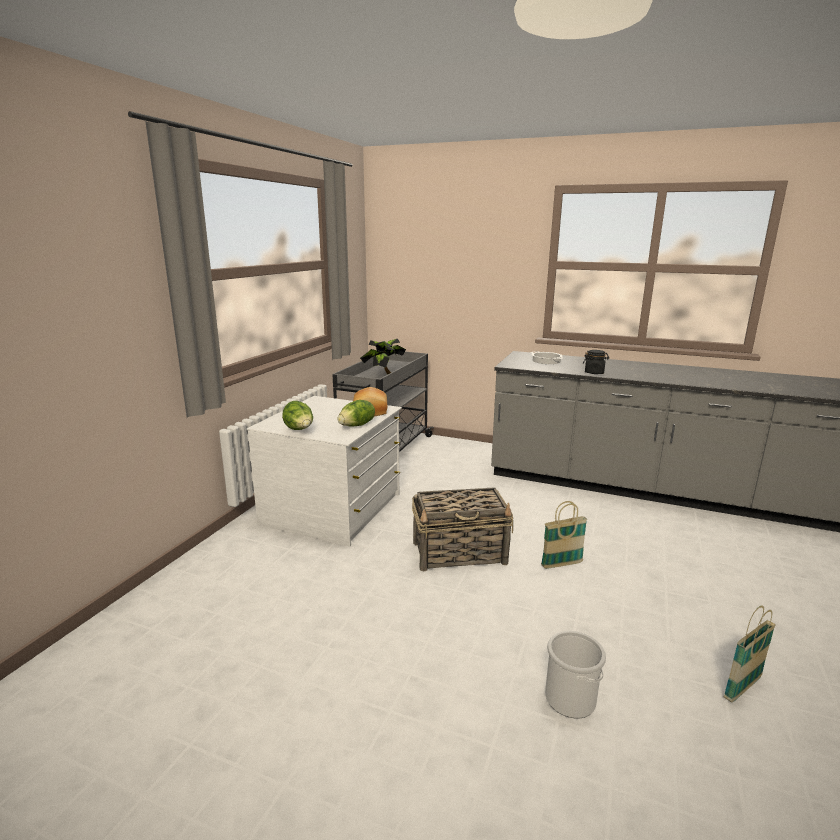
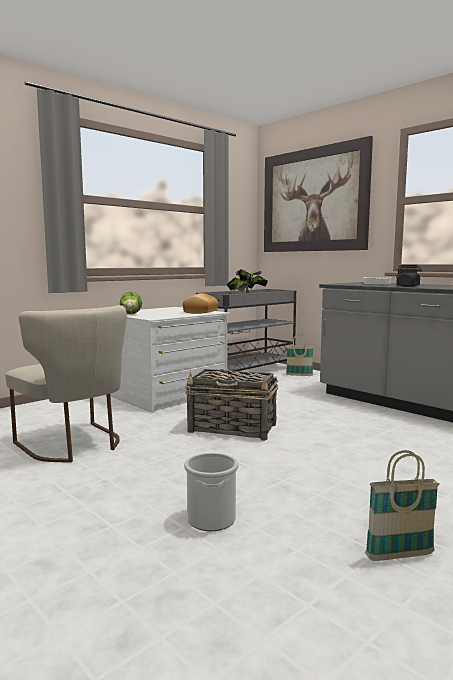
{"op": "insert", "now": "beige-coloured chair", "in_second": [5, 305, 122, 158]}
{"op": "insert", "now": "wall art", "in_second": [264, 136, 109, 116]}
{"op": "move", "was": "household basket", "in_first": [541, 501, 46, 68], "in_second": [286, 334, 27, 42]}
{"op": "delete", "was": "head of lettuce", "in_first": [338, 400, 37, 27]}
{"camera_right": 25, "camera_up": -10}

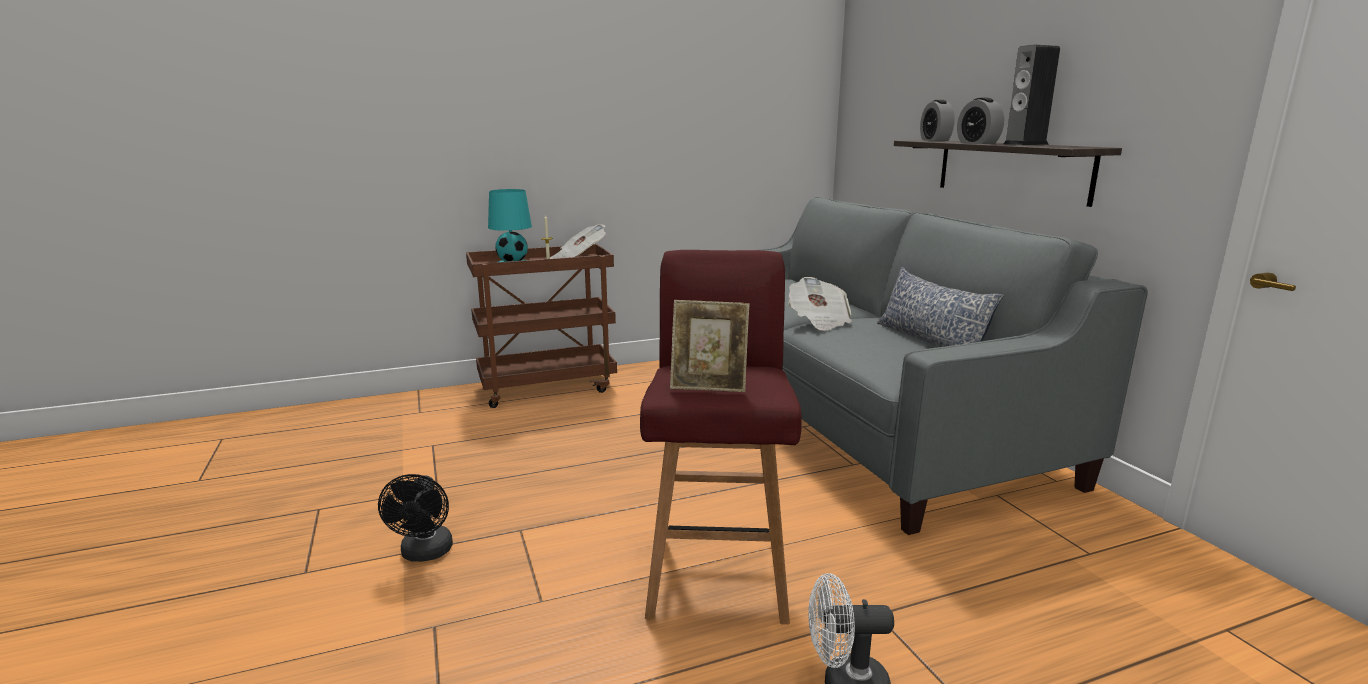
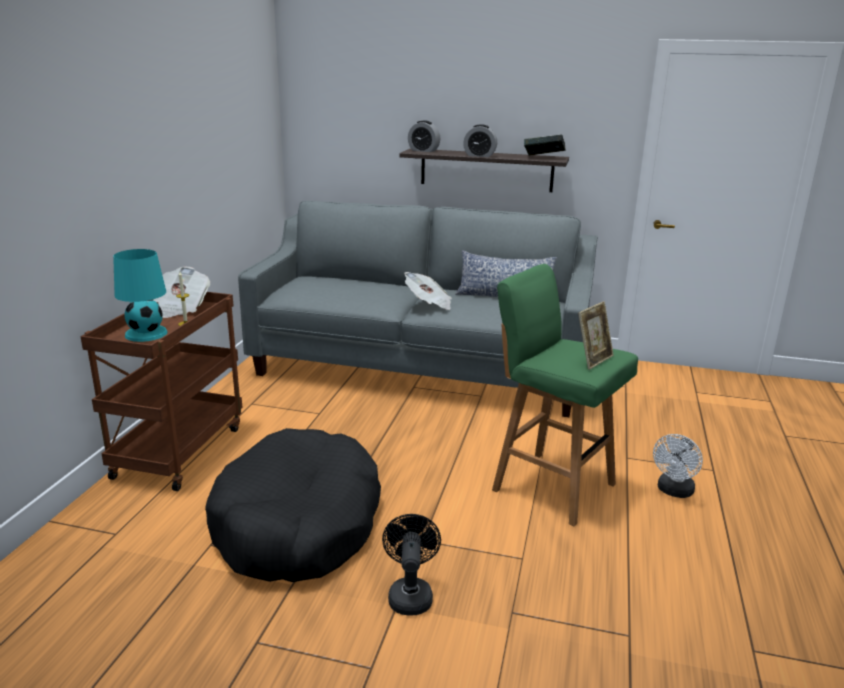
{"op": "insert", "now": "black-coloured dog cushion", "in_second": [205, 428, 176, 154]}
{"op": "rotate", "was": "black-coloured fan", "in_first": [378, 474, 75, 88], "in_second": [382, 514, 59, 102], "clockwise": -120}
{"op": "recolor", "was": "red-coloured sitting stool", "now": "green-coloured sitting stool", "in_first": [640, 250, 162, 374], "in_second": [492, 264, 146, 262]}
{"op": "insert", "now": "volume", "in_second": [524, 134, 42, 22]}
{"op": "delete", "was": "audio speaker", "in_first": [1003, 44, 57, 101]}
{"camera_right": -55, "camera_up": 5}

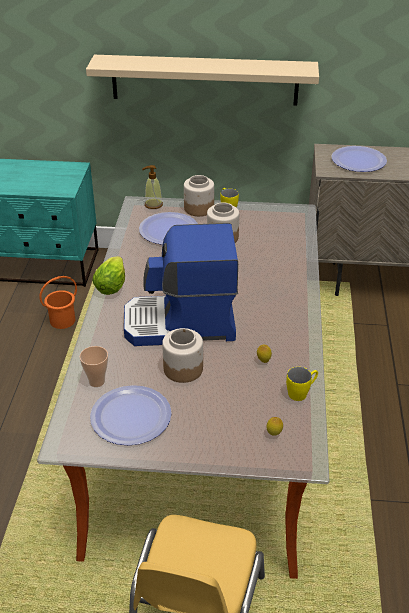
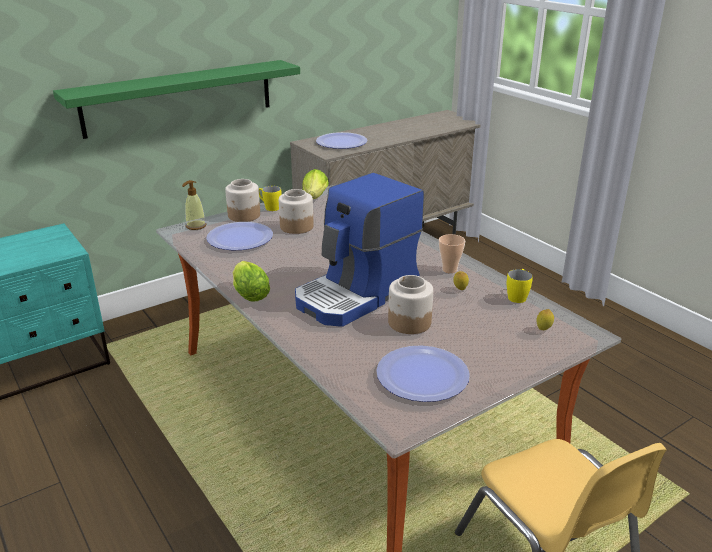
{"op": "recolor", "was": "beige-coloured wall shelf", "now": "green-coloured wall shelf", "in_first": [86, 55, 233, 51], "in_second": [53, 60, 247, 79]}
{"op": "insert", "now": "head of lettuce", "in_second": [302, 169, 27, 30]}
{"op": "move", "was": "cup", "in_first": [80, 346, 28, 41], "in_second": [439, 234, 26, 39]}
{"op": "delete", "was": "orangey pail", "in_first": [39, 276, 38, 53]}
{"camera_right": -40, "camera_up": -10}

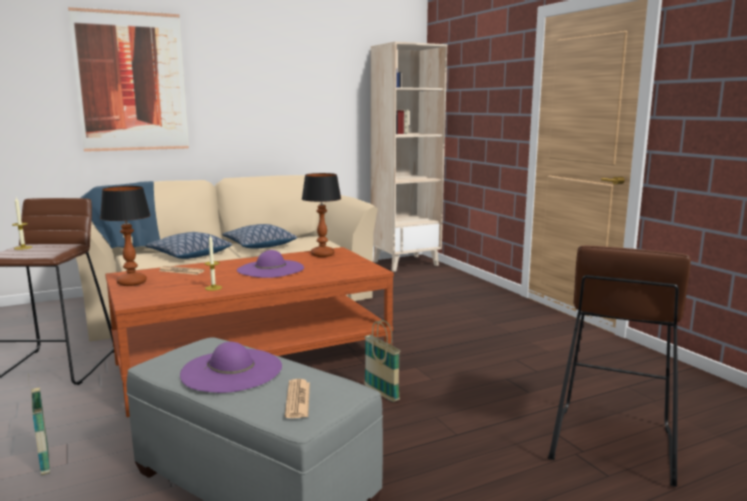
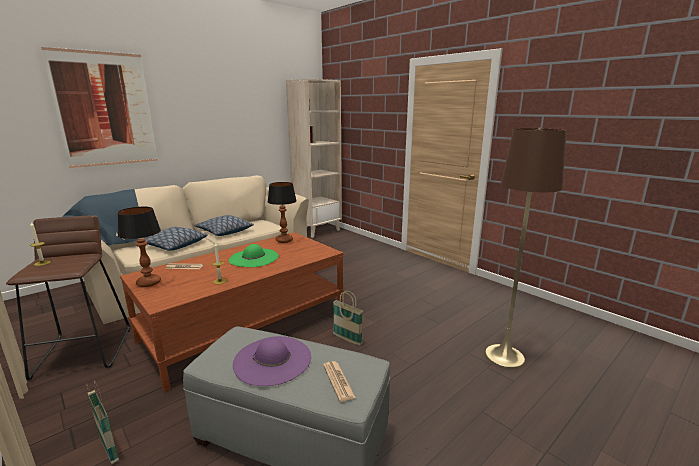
{"op": "recolor", "was": "purplish wearable hat", "now": "green-coloured wearable hat", "in_first": [237, 250, 67, 28], "in_second": [229, 244, 50, 23]}
{"op": "replace", "was": "brown sitting stool", "now": "brown floor lamp", "in_first": [548, 245, 143, 242], "in_second": [485, 127, 82, 242]}
{"camera_right": -15, "camera_up": 5}

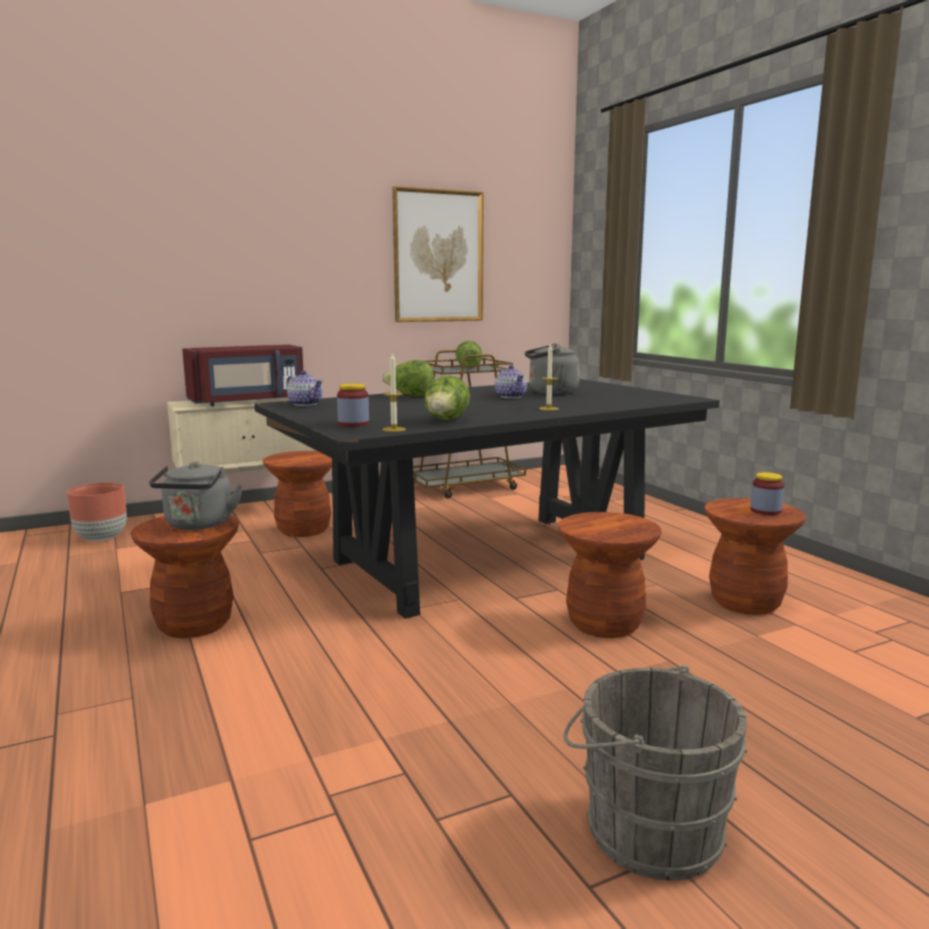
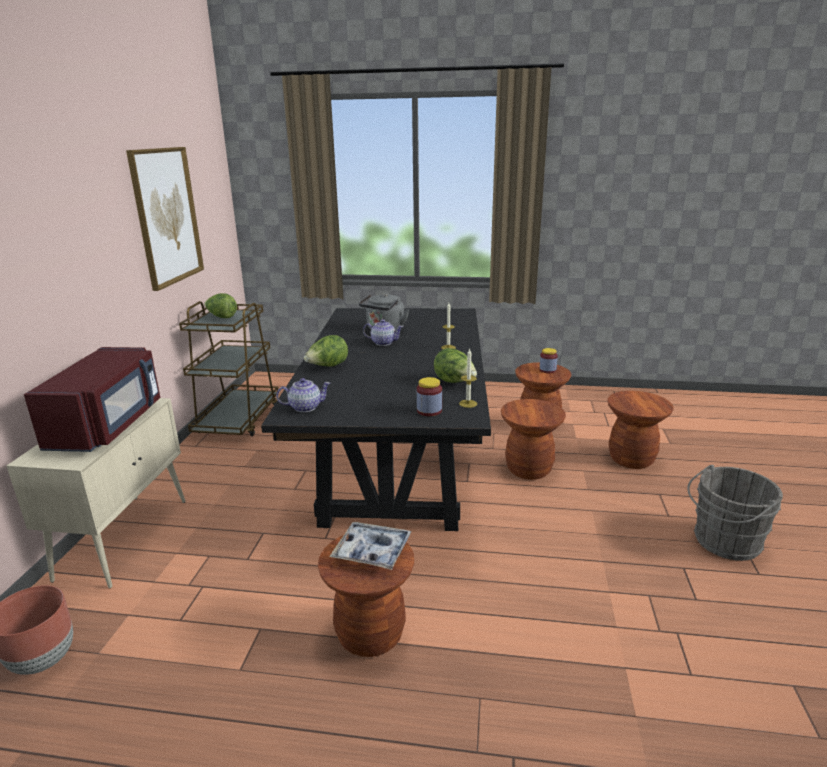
{"op": "replace", "was": "grey kettle", "now": "serving tray", "in_first": [149, 462, 94, 68], "in_second": [329, 522, 83, 48]}
{"op": "move", "was": "brown sitting stool", "in_first": [263, 451, 69, 86], "in_second": [608, 391, 66, 78]}
{"camera_right": -55, "camera_up": 10}

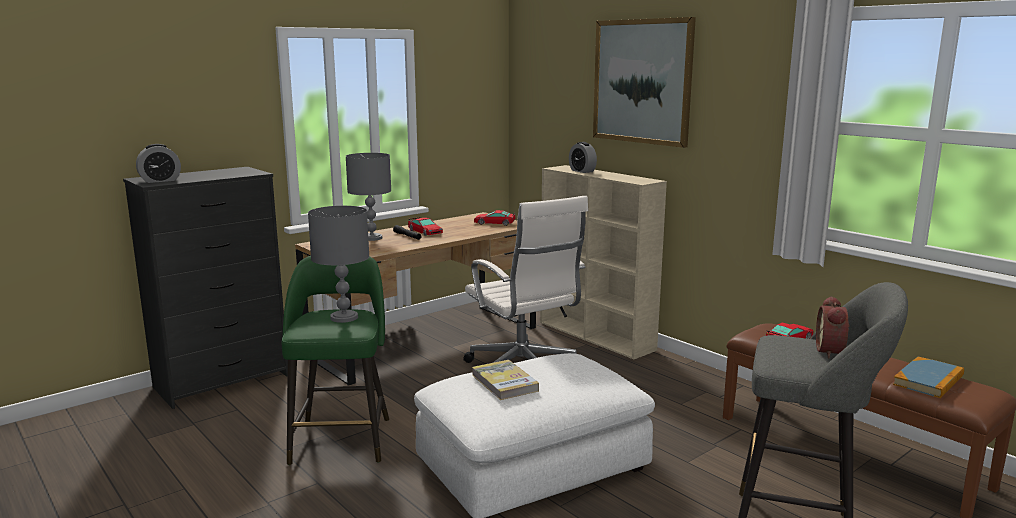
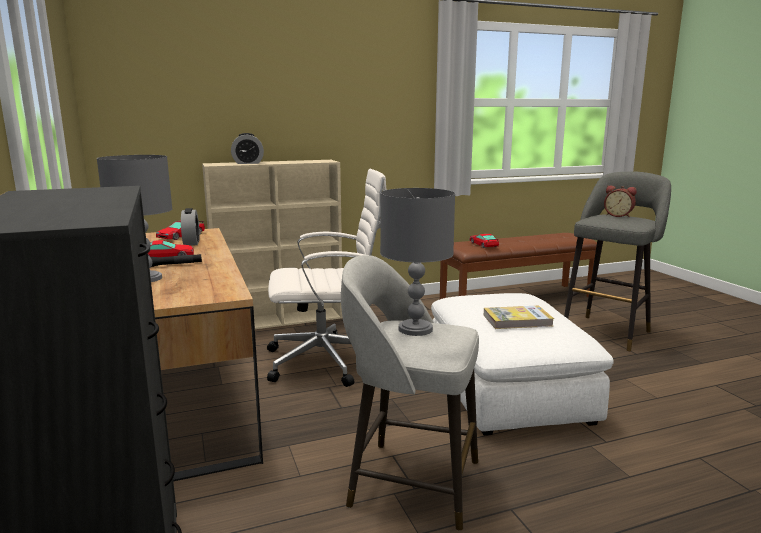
{"op": "move", "was": "bedside clock", "in_first": [136, 144, 45, 39], "in_second": [181, 208, 19, 38]}
{"op": "recolor", "was": "green-coloured sitting stool", "now": "grey sitting stool", "in_first": [282, 256, 107, 209], "in_second": [341, 255, 138, 276]}
{"op": "delete", "was": "wall art", "in_first": [593, 17, 103, 131]}
{"op": "delete", "was": "volume", "in_first": [893, 357, 71, 41]}
{"camera_right": -70, "camera_up": 0}

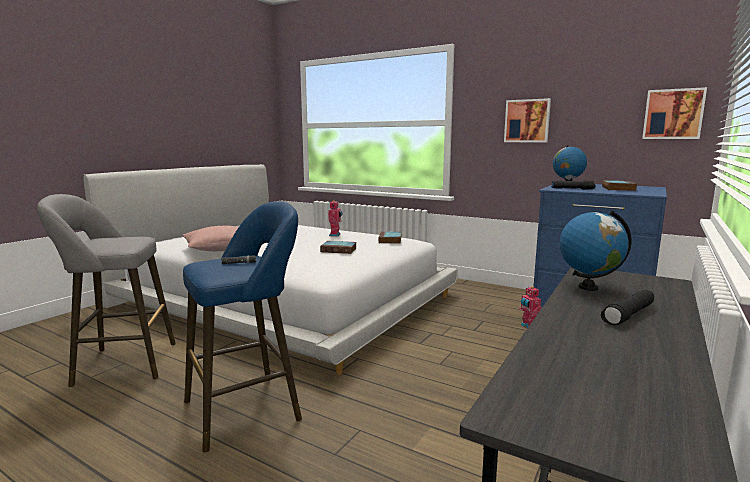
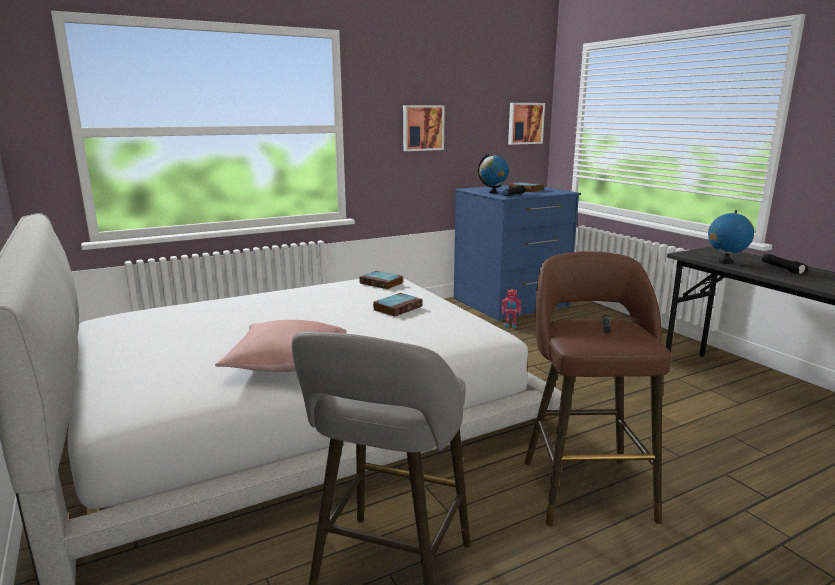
{"op": "recolor", "was": "blue-coloured sitting stool", "now": "brown sitting stool", "in_first": [183, 201, 119, 251], "in_second": [524, 251, 147, 275]}
{"op": "delete", "was": "toy robot", "in_first": [328, 200, 15, 37]}
{"camera_right": -60, "camera_up": 5}

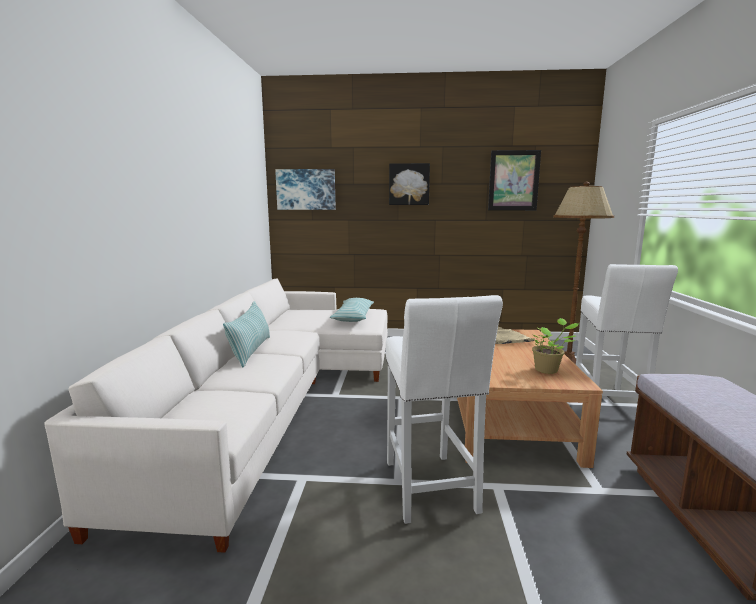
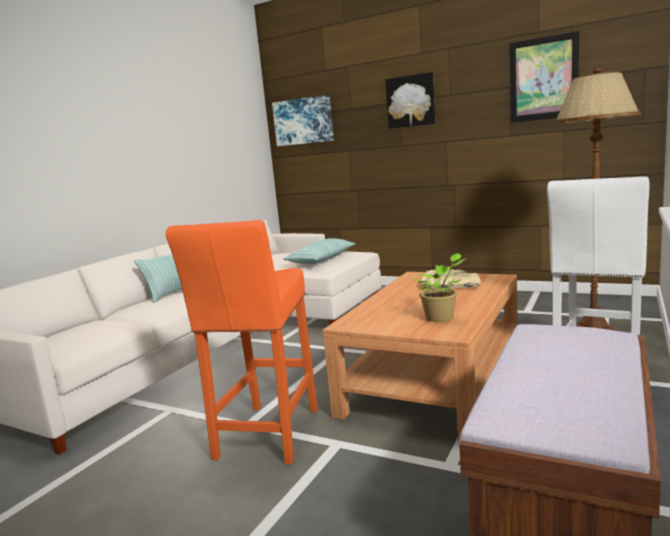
{"op": "recolor", "was": "whitish sitting stool", "now": "orangey sitting stool", "in_first": [386, 295, 117, 229], "in_second": [166, 220, 152, 245]}
{"camera_right": 25, "camera_up": 0}

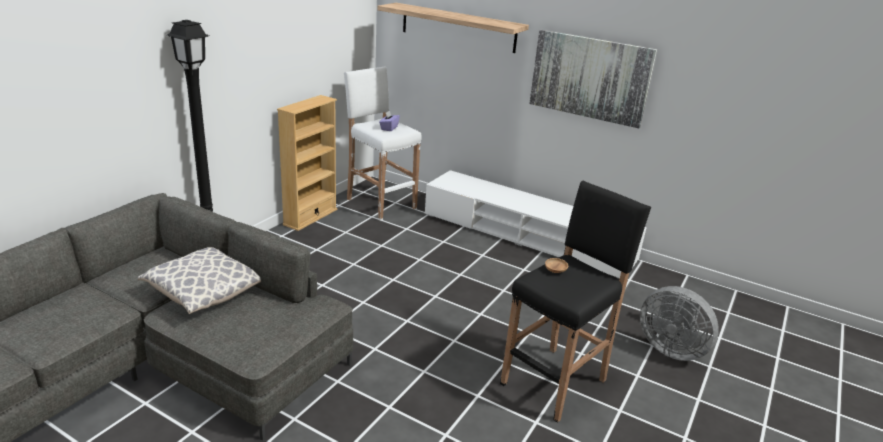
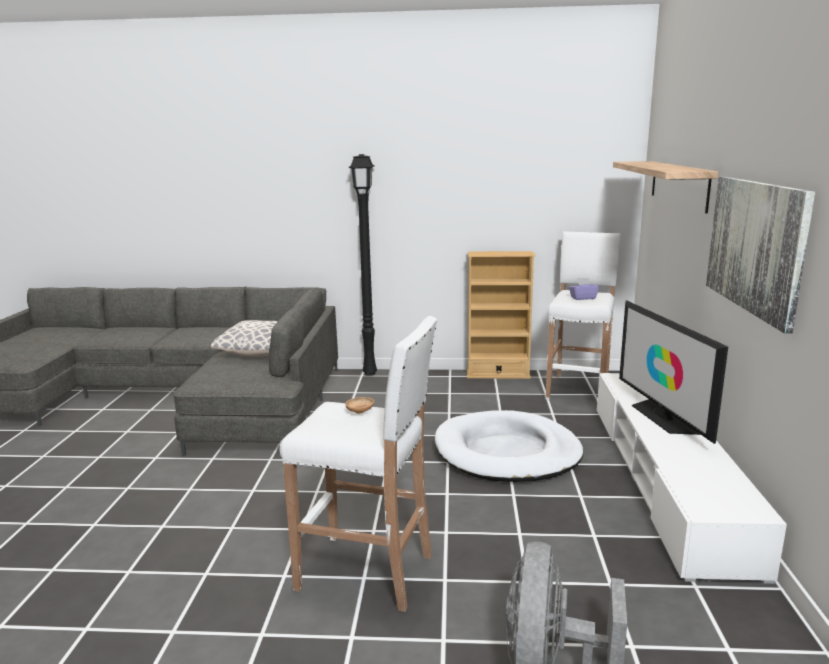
{"op": "recolor", "was": "black-coloured sitting stool", "now": "whitish sitting stool", "in_first": [500, 181, 151, 242], "in_second": [280, 316, 157, 296]}
{"op": "insert", "now": "whitish dog cushion", "in_second": [435, 410, 148, 72]}
{"op": "insert", "now": "TV", "in_second": [619, 300, 109, 144]}
{"camera_right": 65, "camera_up": -10}

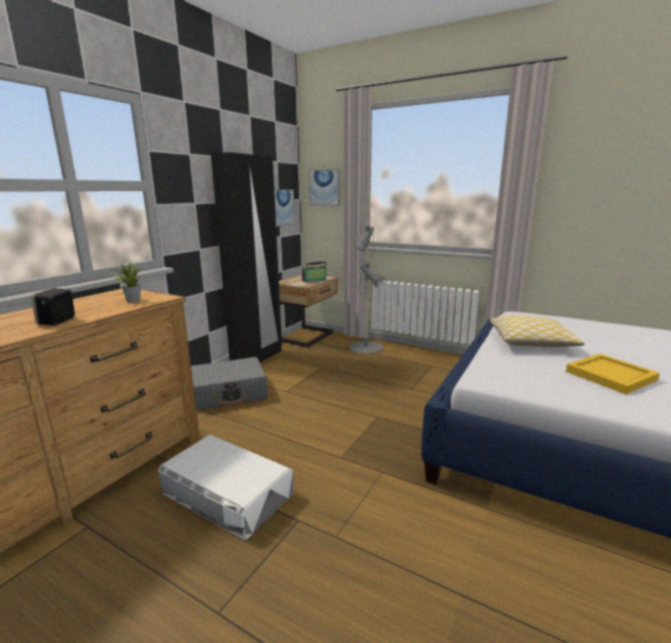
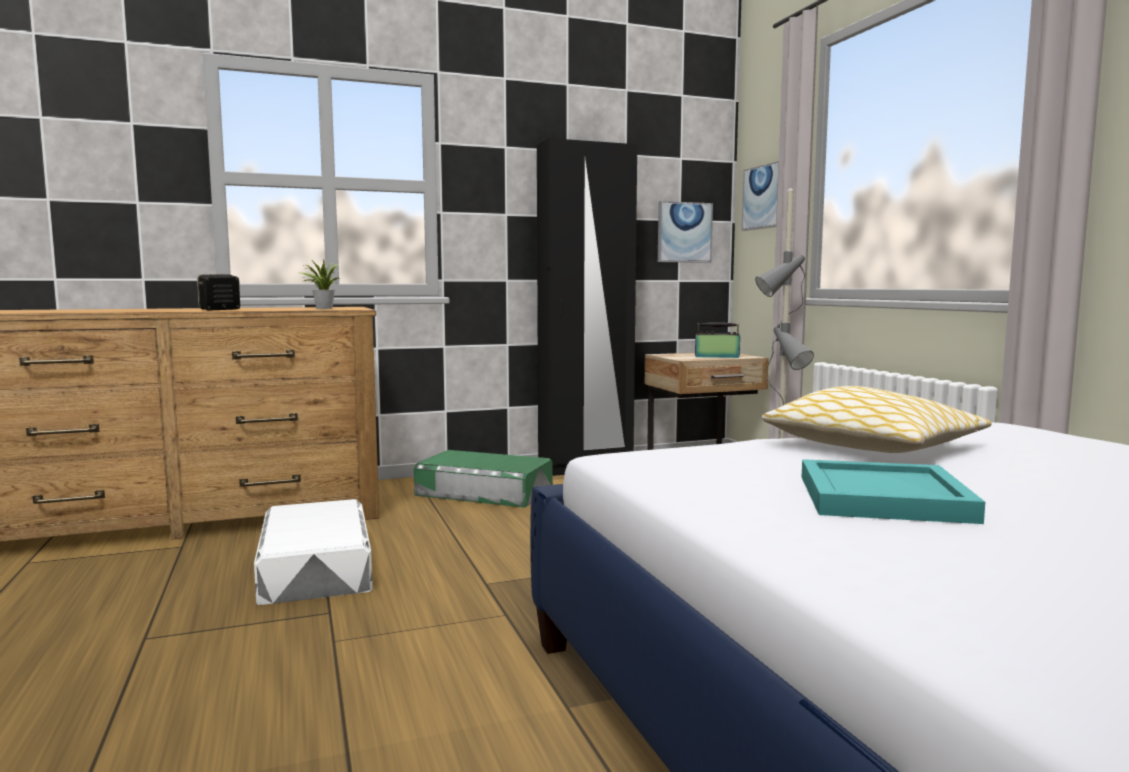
{"op": "replace", "was": "grey piece of luggage", "now": "green-coloured storage container", "in_first": [191, 357, 77, 53], "in_second": [414, 450, 139, 58]}
{"op": "recolor", "was": "yellow-coloured serving tray", "now": "blue-green serving tray", "in_first": [566, 354, 94, 40], "in_second": [802, 459, 183, 65]}
{"camera_right": 40, "camera_up": -10}

